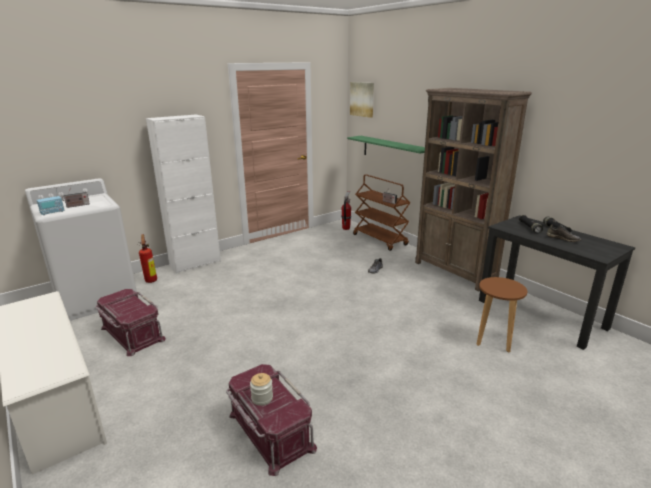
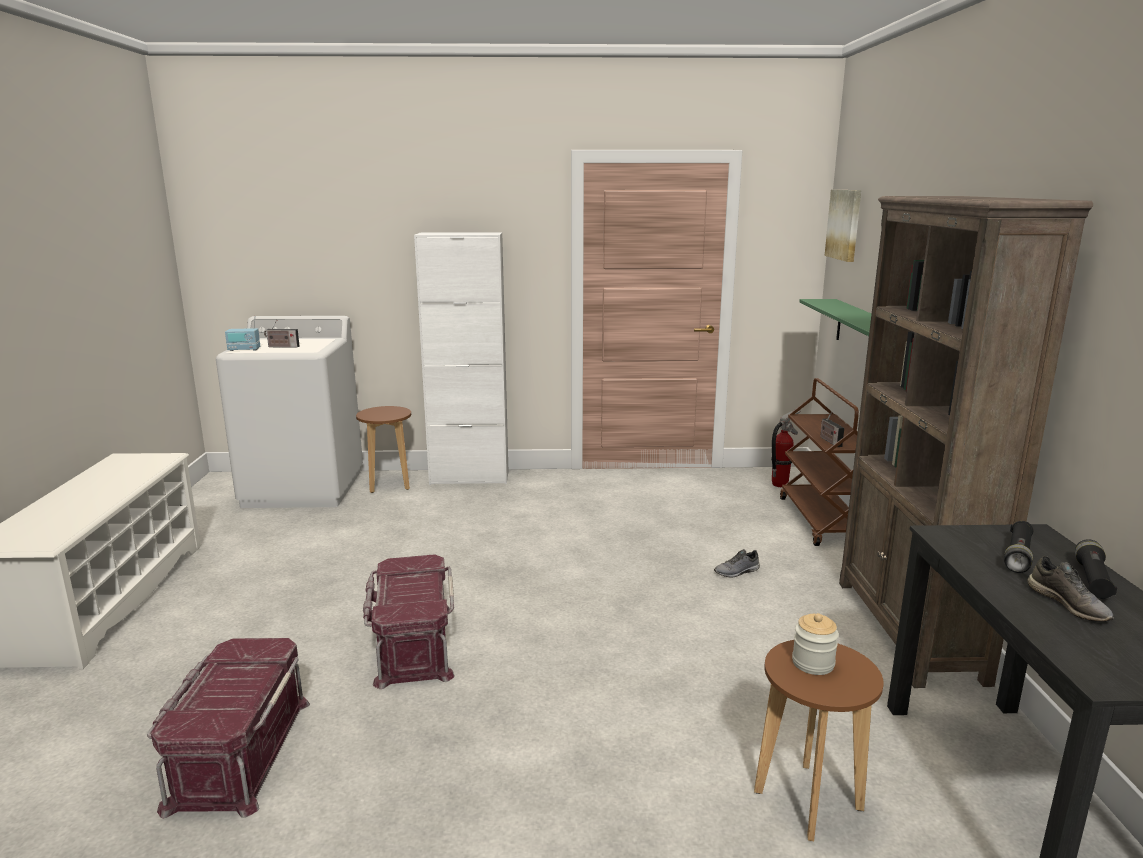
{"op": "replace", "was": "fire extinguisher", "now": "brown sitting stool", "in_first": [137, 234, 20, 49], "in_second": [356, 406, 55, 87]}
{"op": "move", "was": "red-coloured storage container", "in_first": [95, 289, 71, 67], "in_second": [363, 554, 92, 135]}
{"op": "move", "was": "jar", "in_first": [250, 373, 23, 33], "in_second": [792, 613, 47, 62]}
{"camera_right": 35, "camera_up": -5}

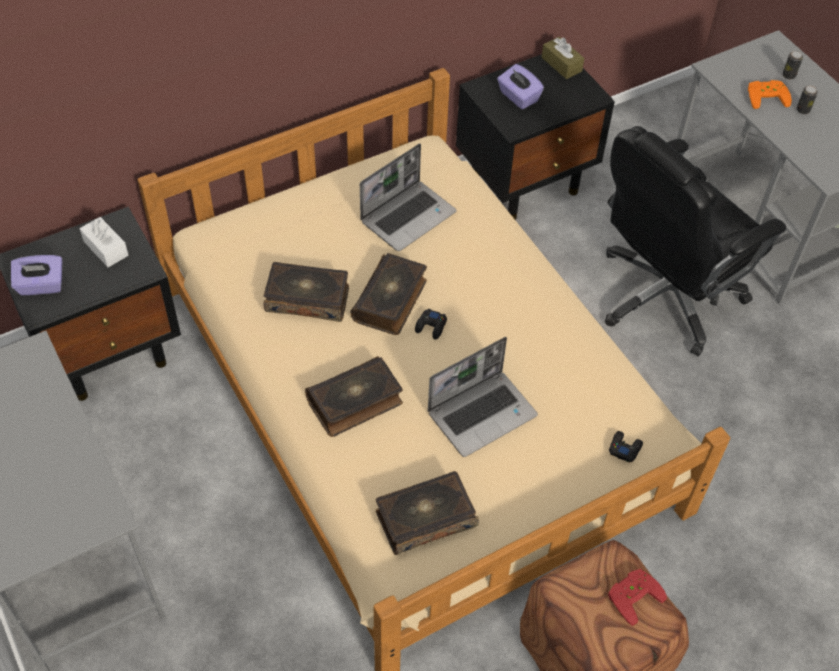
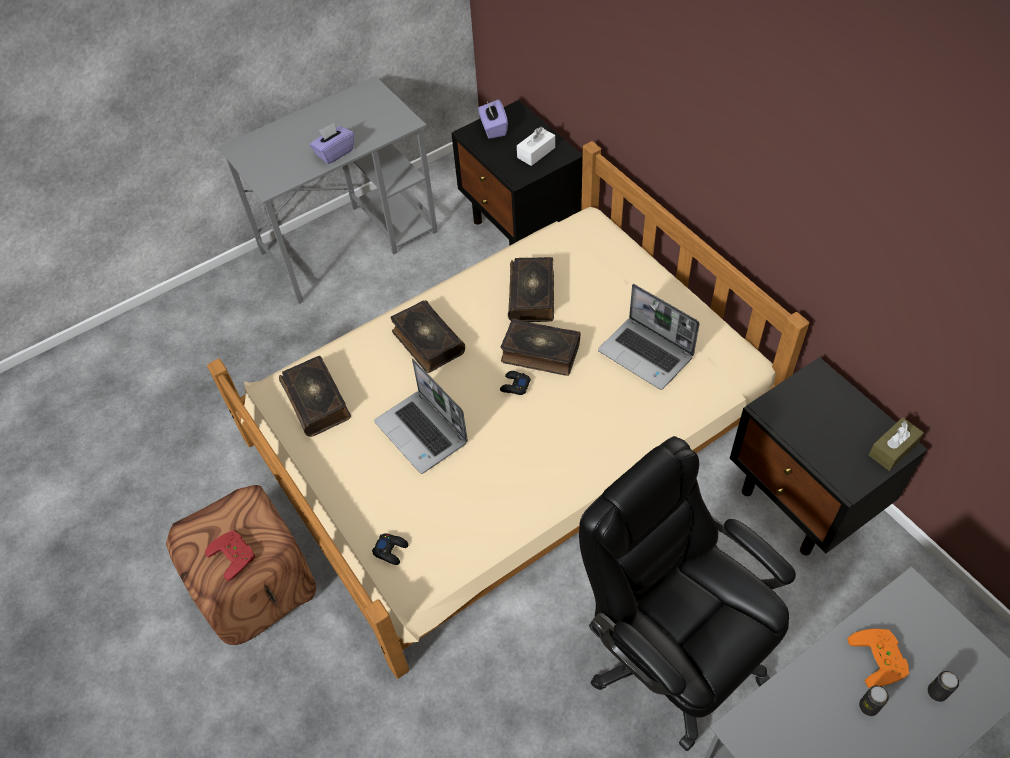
{"op": "move", "was": "purplish box of tissues", "in_first": [497, 64, 47, 45], "in_second": [310, 123, 44, 41]}
{"camera_right": 90, "camera_up": 0}

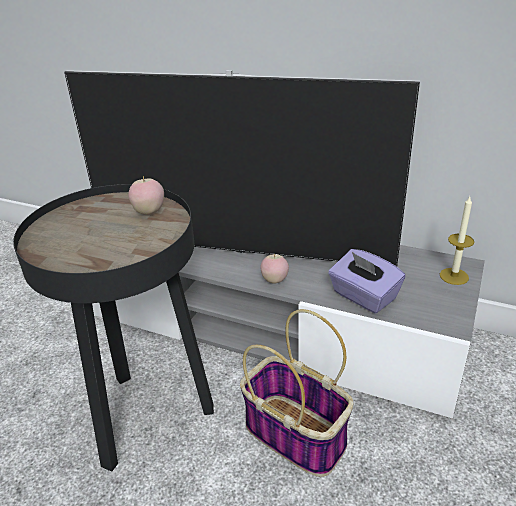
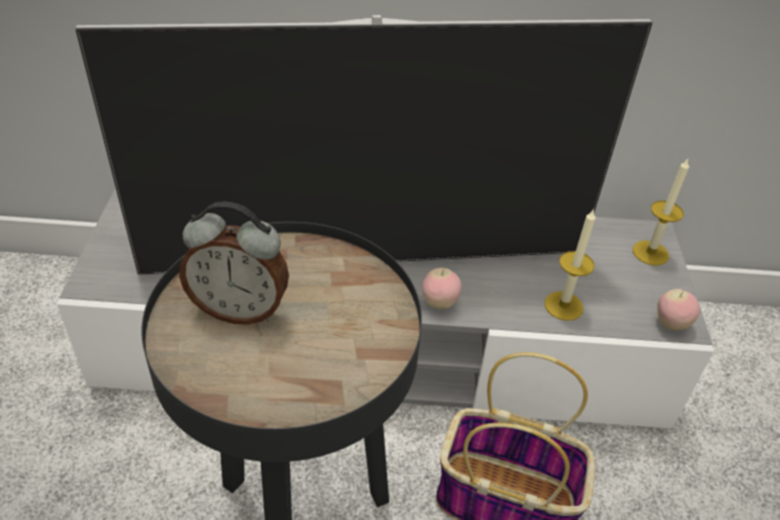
{"op": "insert", "now": "bedside clock", "in_second": [179, 202, 110, 123]}
{"op": "replace", "was": "purplish box of tissues", "now": "wax light", "in_first": [328, 249, 77, 64], "in_second": [544, 208, 52, 113]}
{"op": "move", "was": "whole apple", "in_first": [128, 175, 36, 40], "in_second": [657, 289, 43, 41]}
{"camera_right": -25, "camera_up": 10}

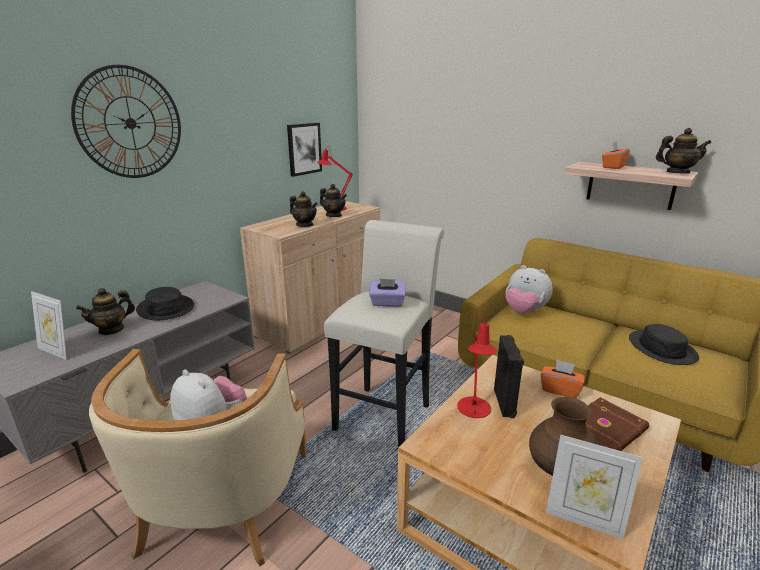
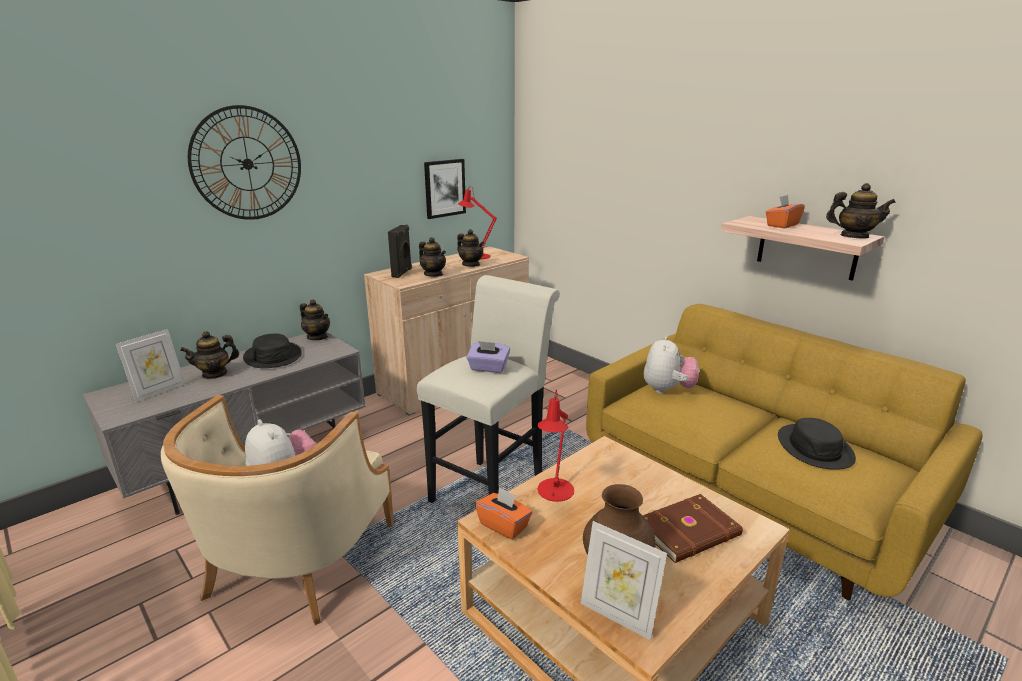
{"op": "rotate", "was": "standing frame", "in_first": [31, 291, 36, 69], "in_second": [116, 329, 69, 73], "clockwise": -90}
{"op": "insert", "now": "teapot", "in_second": [300, 299, 30, 41]}
{"op": "move", "was": "black-coloured audio speaker", "in_first": [494, 335, 30, 83], "in_second": [388, 225, 24, 53]}
{"op": "move", "was": "orangey box of tissues", "in_first": [541, 360, 44, 38], "in_second": [475, 487, 57, 53]}
{"op": "rotate", "was": "plush toy", "in_first": [505, 265, 48, 48], "in_second": [644, 336, 55, 58], "clockwise": -120}
{"camera_right": 10, "camera_up": 0}

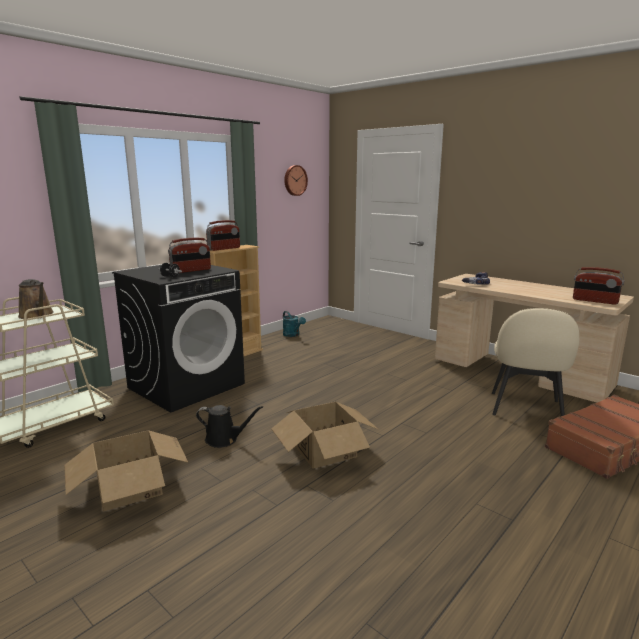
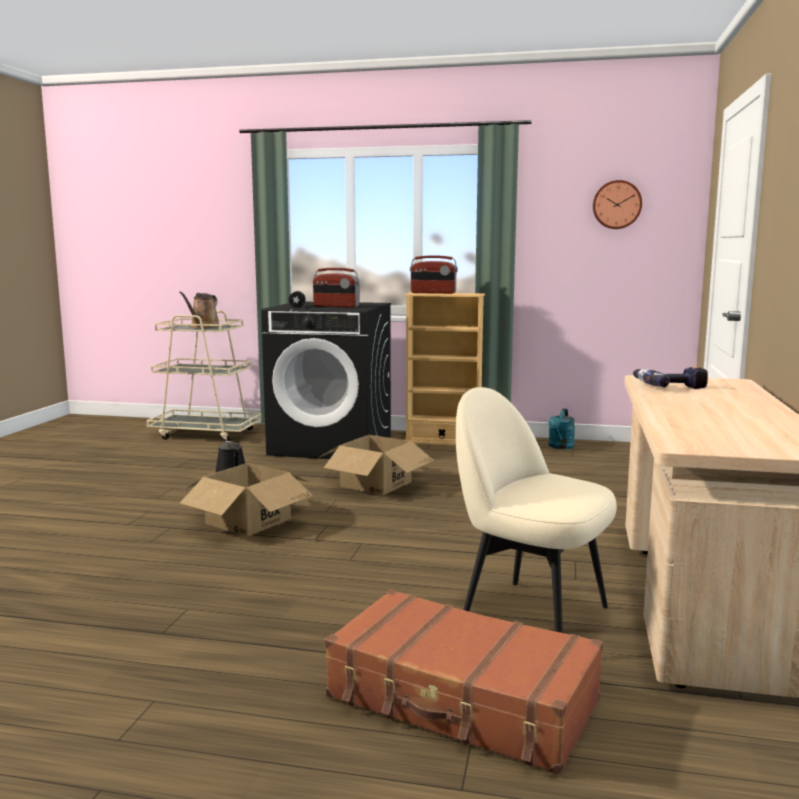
{"op": "move", "was": "carton", "in_first": [64, 431, 124, 80], "in_second": [320, 435, 114, 60]}
{"op": "rotate", "was": "beige-coloured chair", "in_first": [492, 308, 87, 108], "in_second": [456, 387, 161, 246], "clockwise": 45}
{"op": "delete", "was": "radio receiver", "in_first": [573, 267, 51, 38]}
{"camera_right": 60, "camera_up": -5}

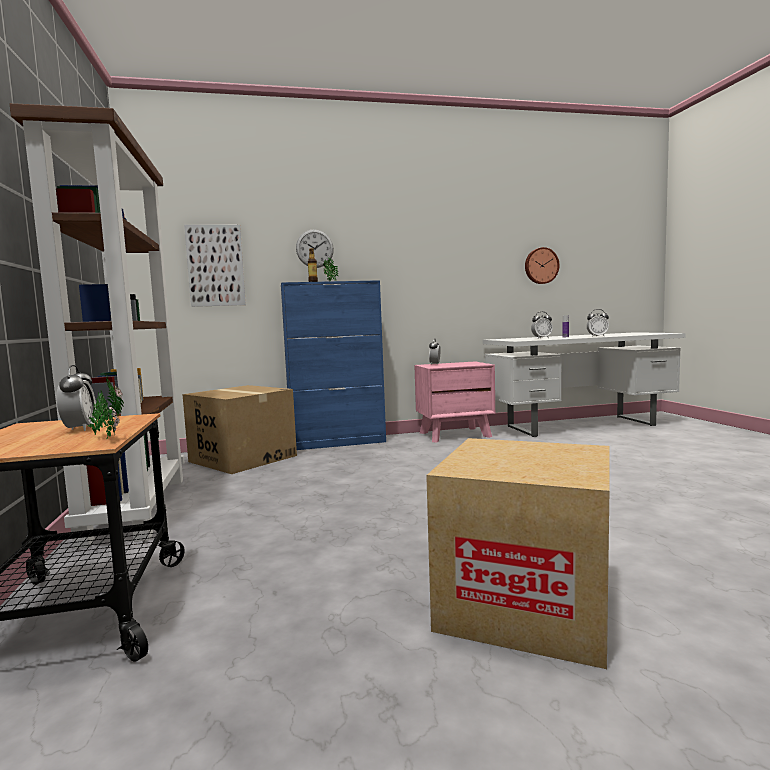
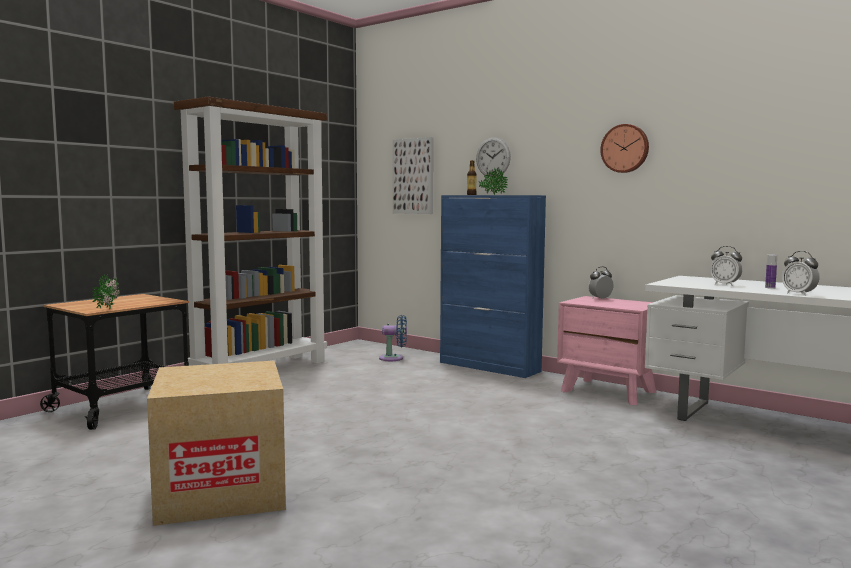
{"op": "replace", "was": "carton", "now": "blue-coloured fan", "in_first": [182, 385, 115, 89], "in_second": [379, 315, 28, 46]}
{"op": "move", "was": "clock on the wall", "in_first": [525, 247, 34, 37], "in_second": [600, 124, 49, 49]}
{"op": "delete", "was": "bedside clock", "in_first": [56, 365, 40, 66]}
{"camera_right": 50, "camera_up": 0}

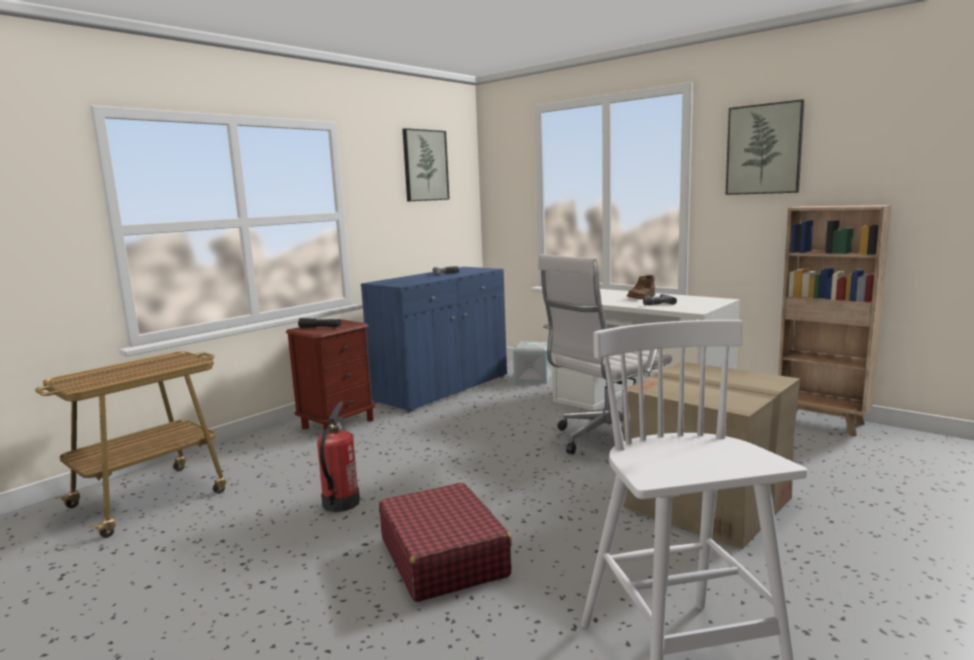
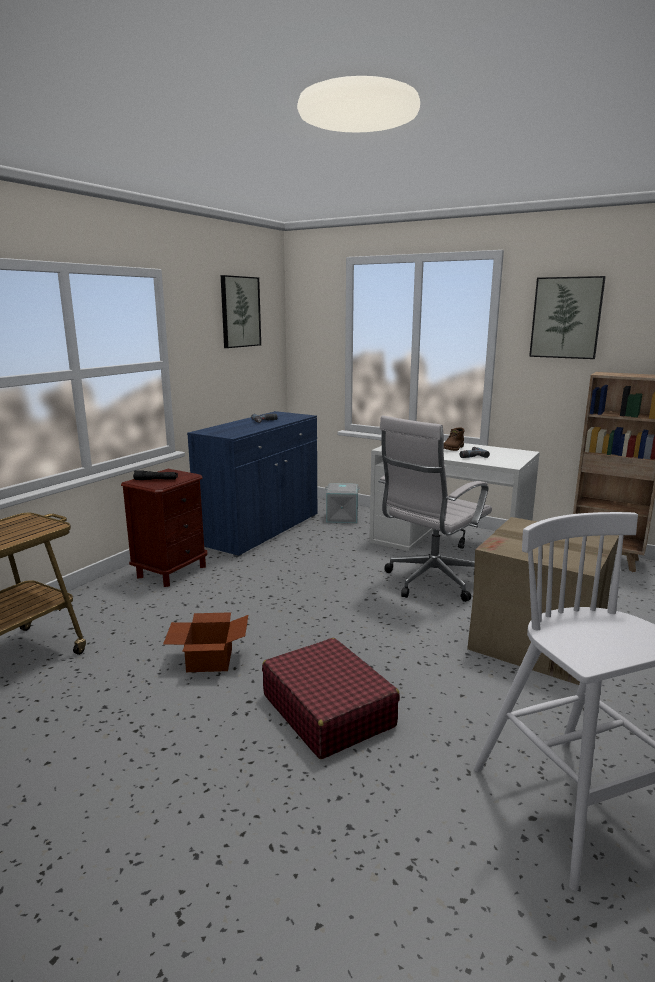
{"op": "replace", "was": "fire extinguisher", "now": "carton", "in_first": [317, 402, 43, 110], "in_second": [163, 612, 85, 60]}
{"camera_right": -10, "camera_up": 5}

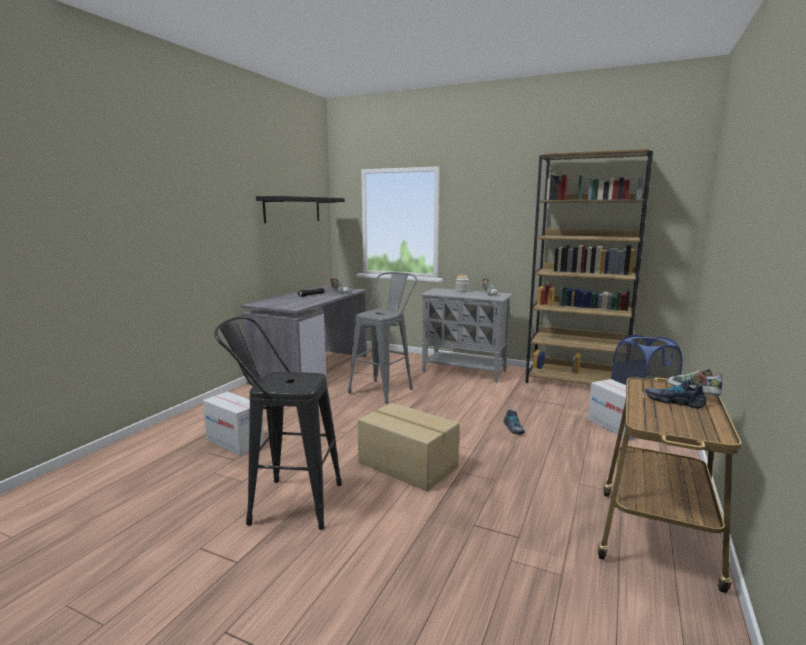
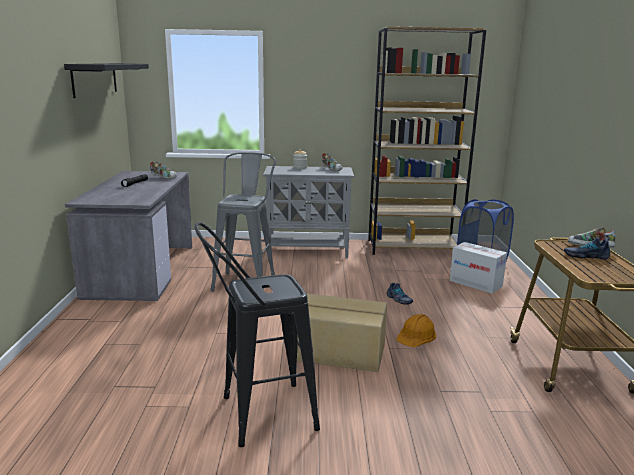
{"op": "insert", "now": "orangey hard hat", "in_second": [396, 314, 41, 33]}
{"op": "delete", "was": "carton", "in_first": [203, 392, 61, 64]}
{"camera_right": -25, "camera_up": 5}

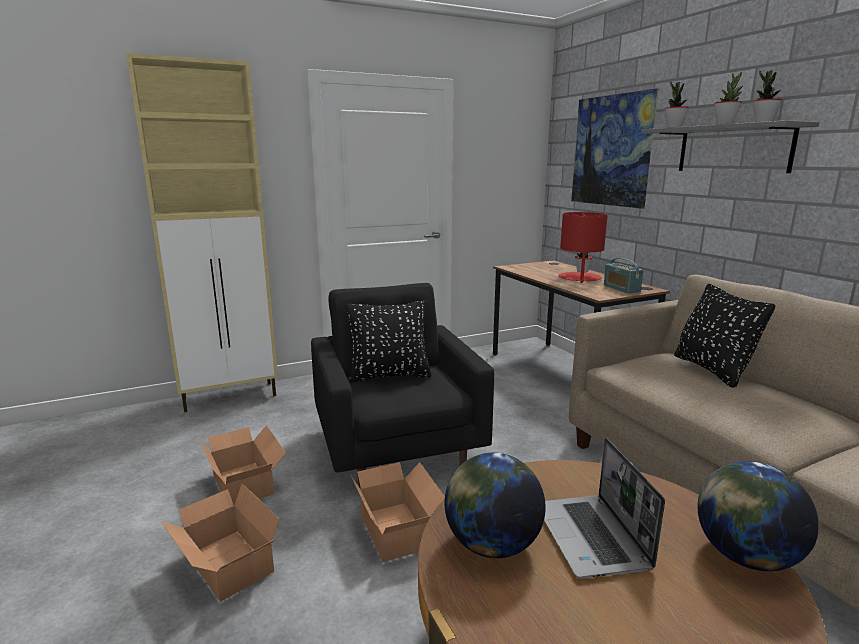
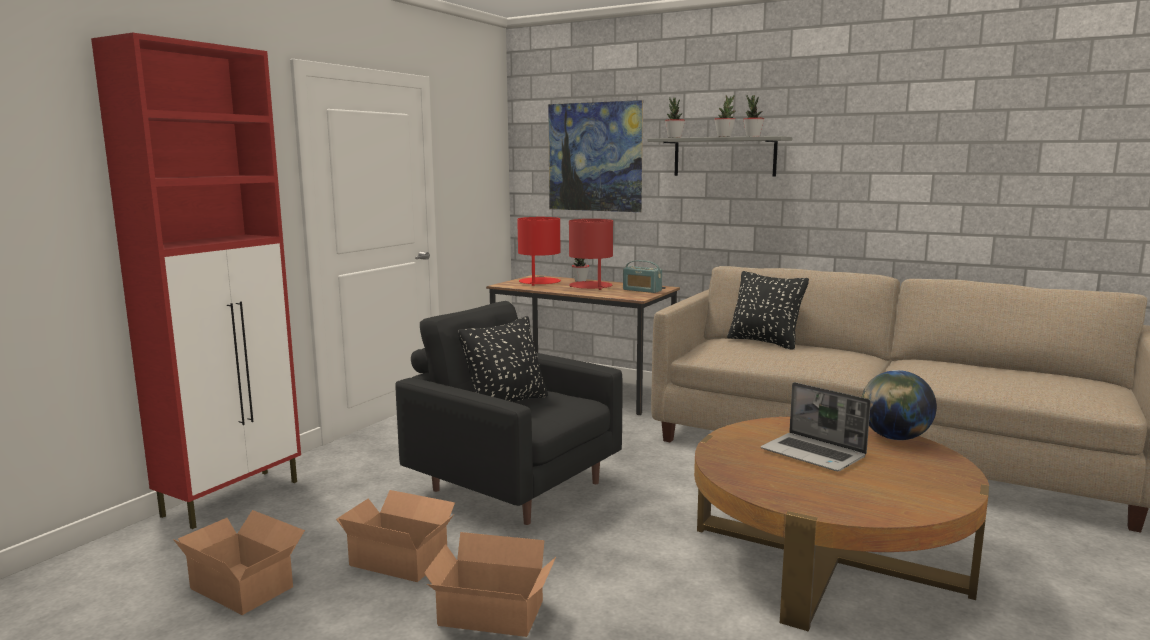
{"op": "recolor", "was": "beige-coloured cabinet", "now": "red-coloured cabinet", "in_first": [126, 53, 152, 359], "in_second": [91, 33, 210, 496]}
{"op": "move", "was": "carton", "in_first": [350, 462, 95, 100], "in_second": [173, 510, 132, 105]}
{"op": "insert", "now": "red-coloured table lamp", "in_second": [517, 217, 44, 69]}
{"op": "delete", "was": "globe", "in_first": [445, 453, 101, 105]}
{"camera_right": -35, "camera_up": -5}

